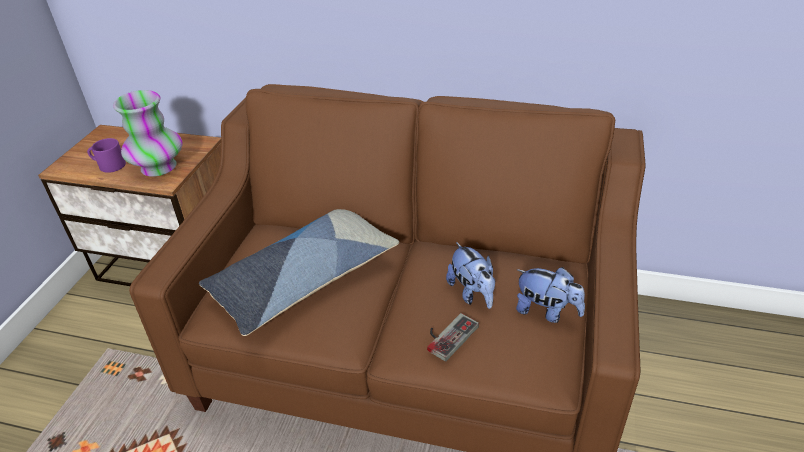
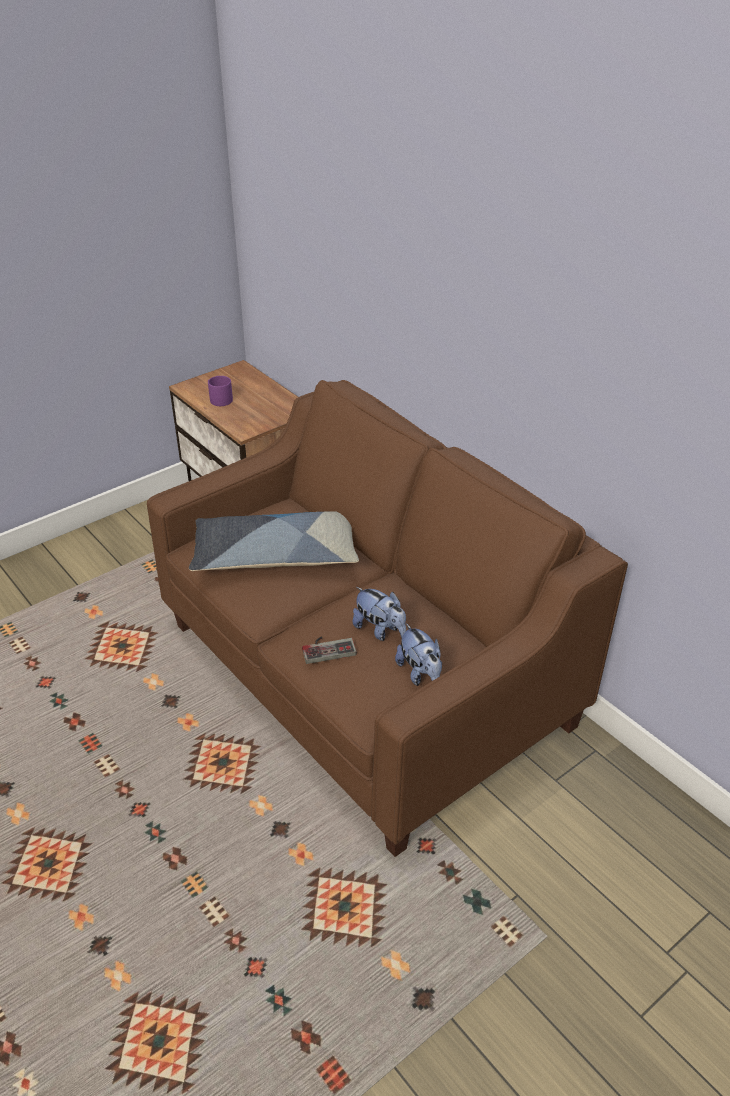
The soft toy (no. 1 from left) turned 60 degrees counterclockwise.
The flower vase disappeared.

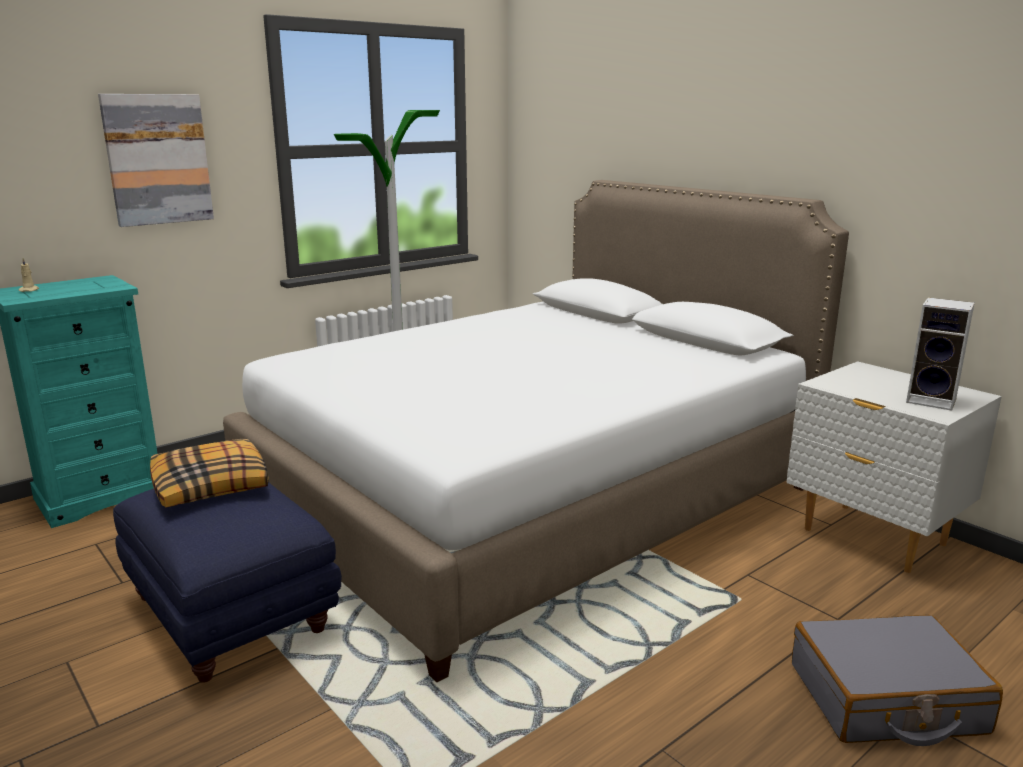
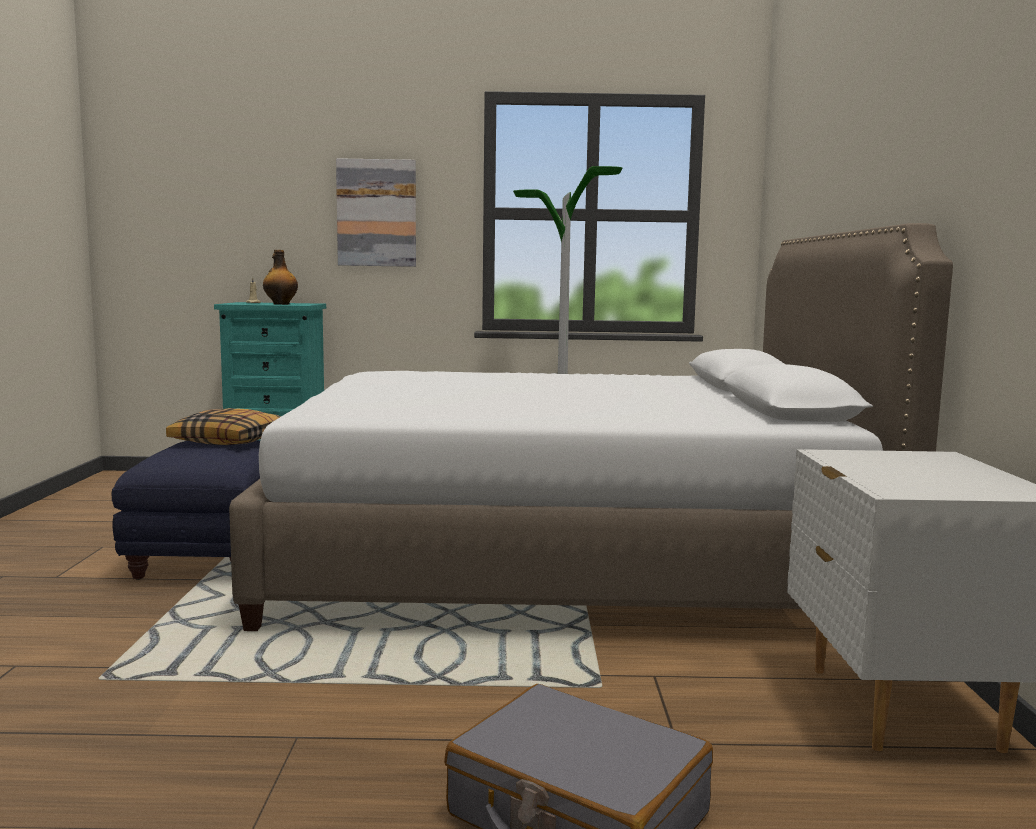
The beverage bottle appeared.
The speaker disappeared.

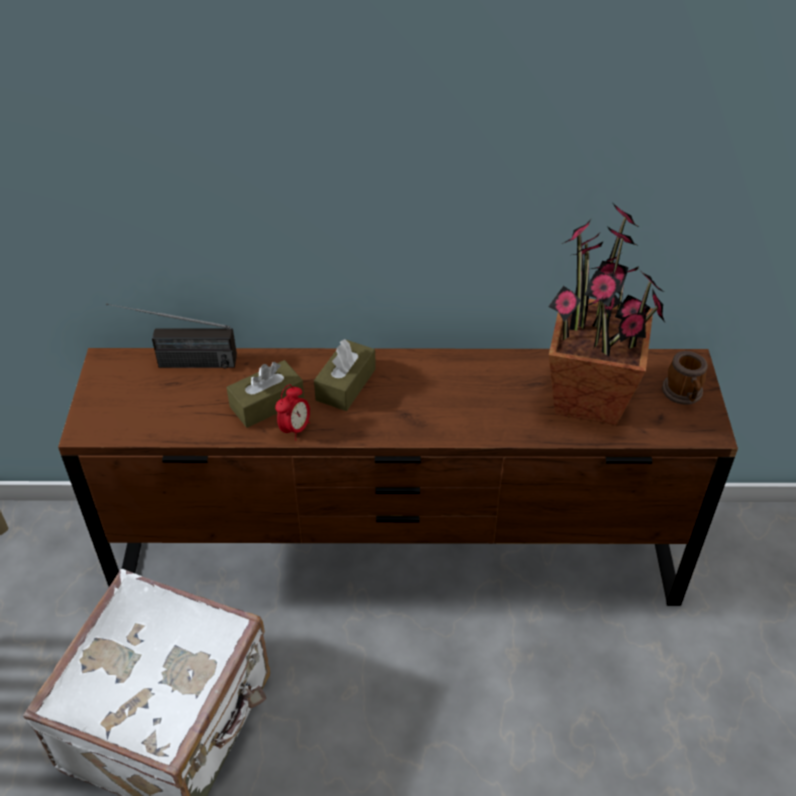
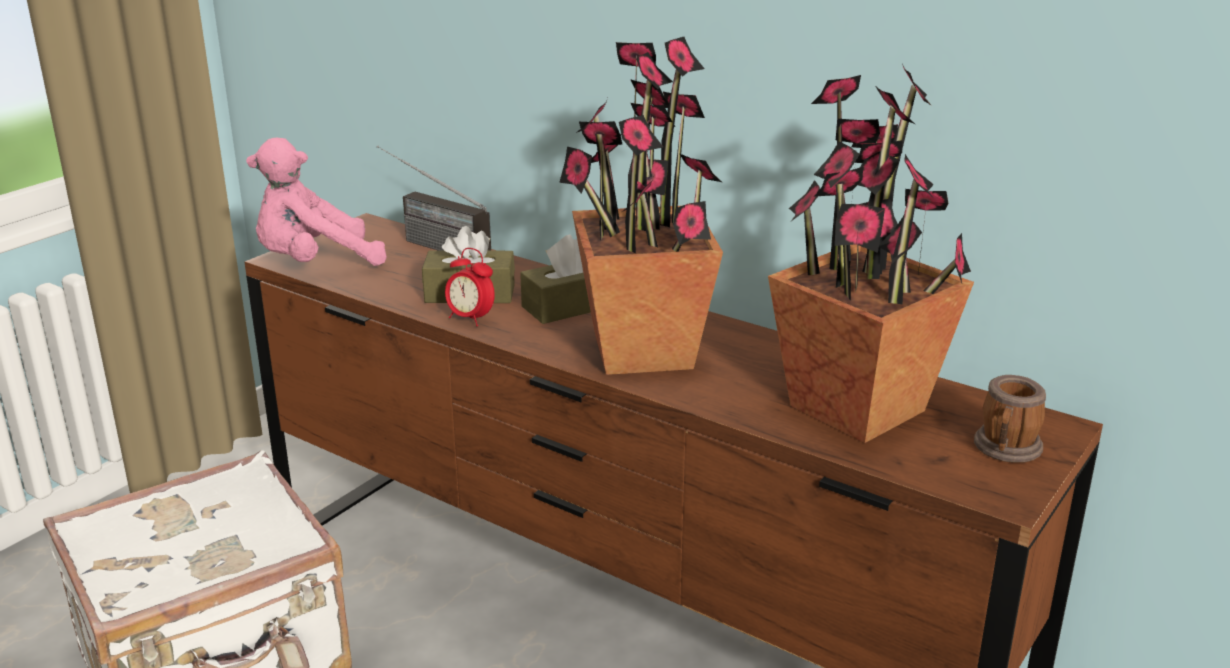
The pinkish soft toy appeared.
The alarm clock turned 60 degrees clockwise.
The potted plant (no. 1 from left) appeared.

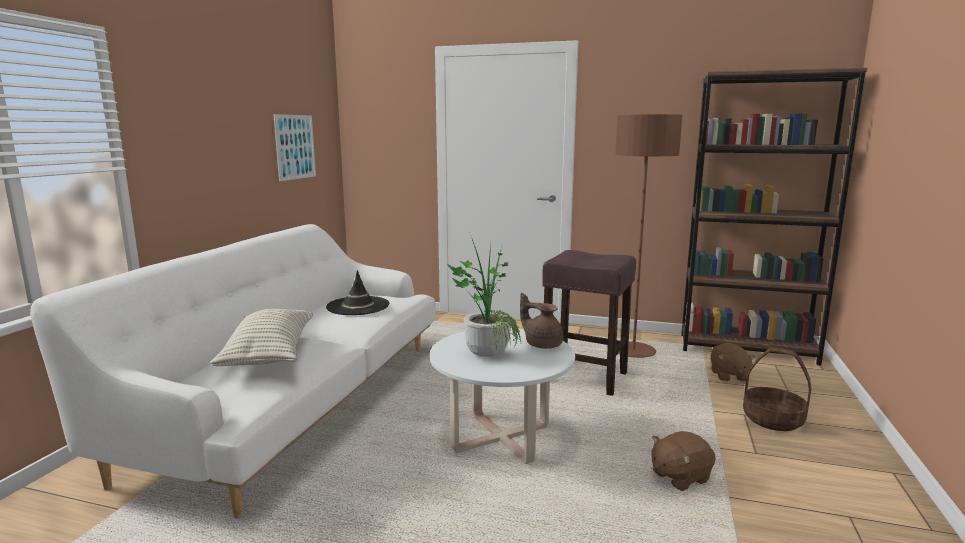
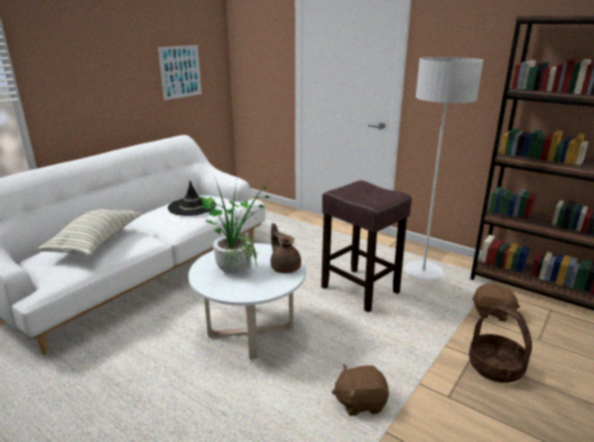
The brown standing lamp became the greyish standing lamp.
The brown soft toy (no. 2 from left) turned 90 degrees counterclockwise.

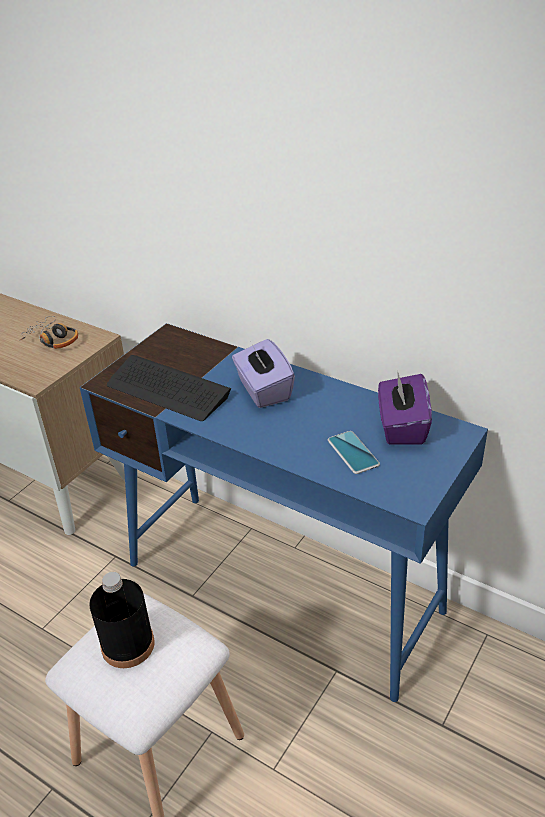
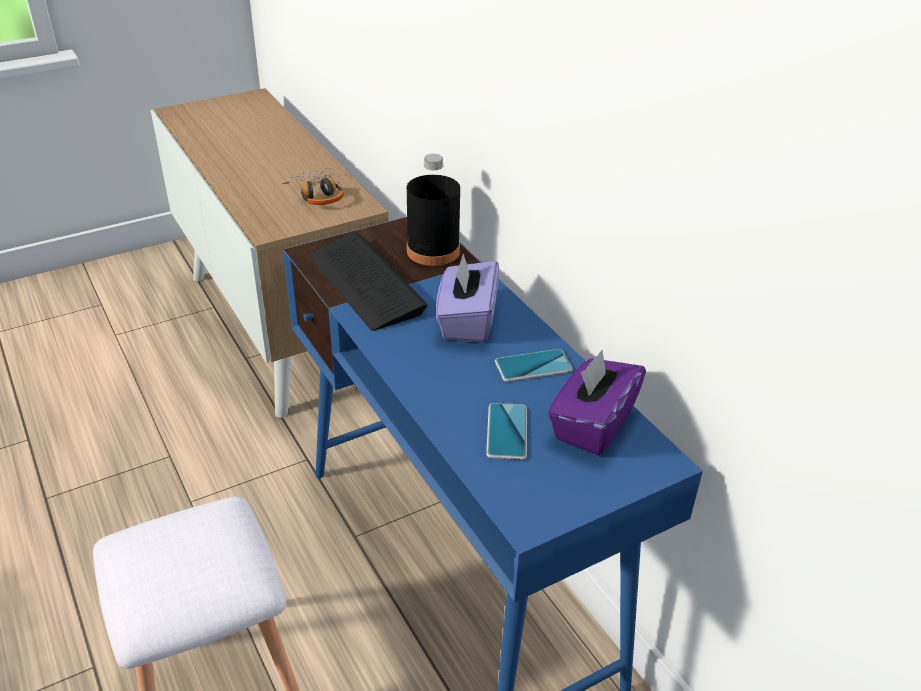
The black-coloured beverage bottle moved.
The telephone (no. 2 from left) appeared.

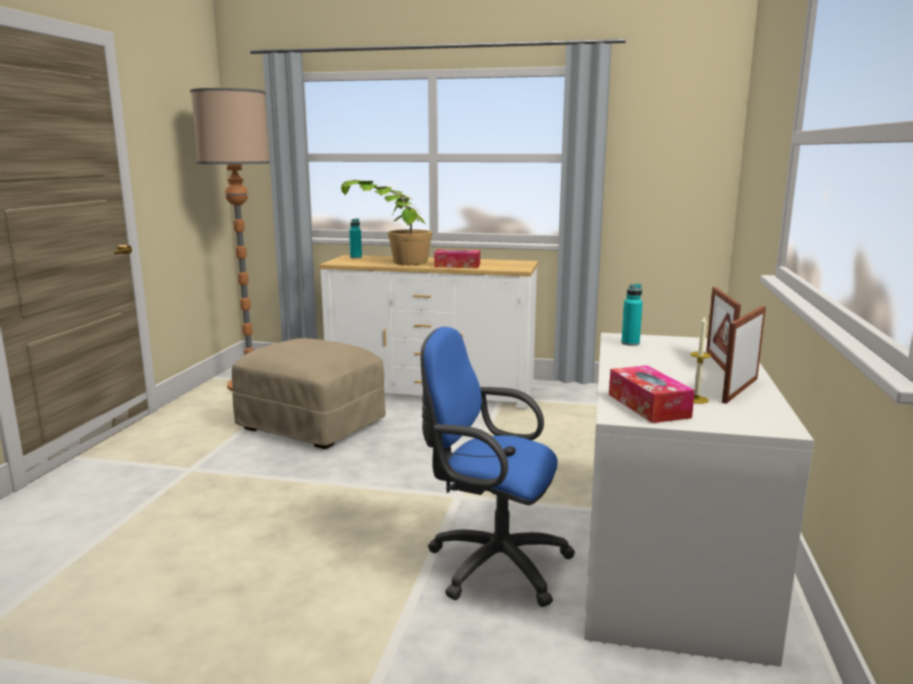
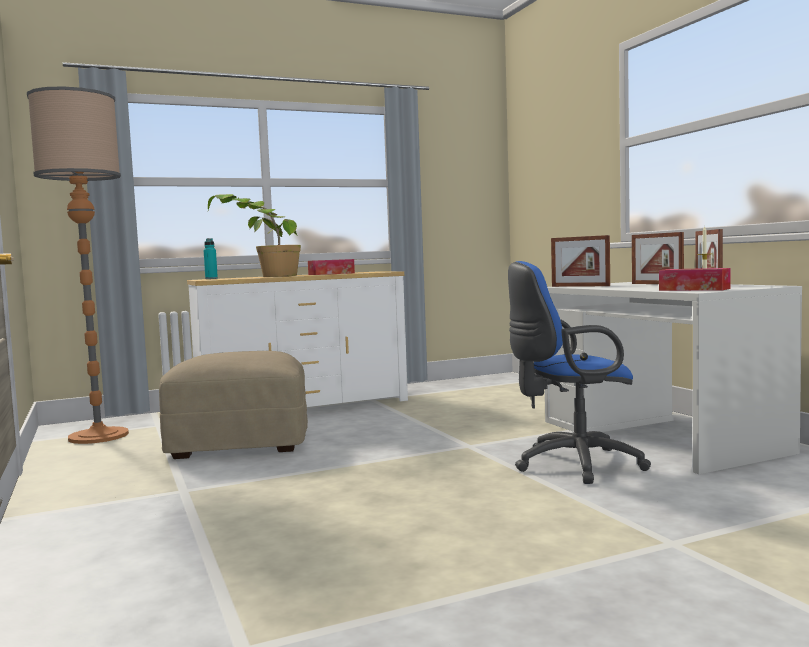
The turquoise-coloured beverage bottle (no. 2 from left) was replaced by the standing frame (no. 1 from left).

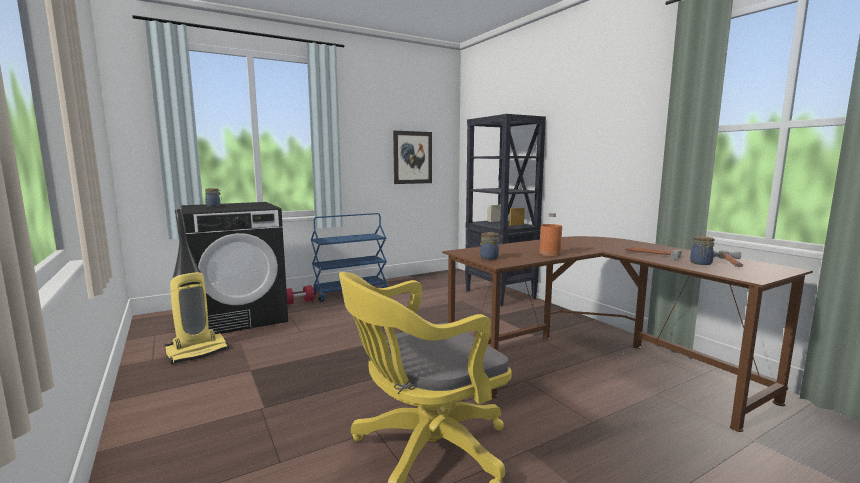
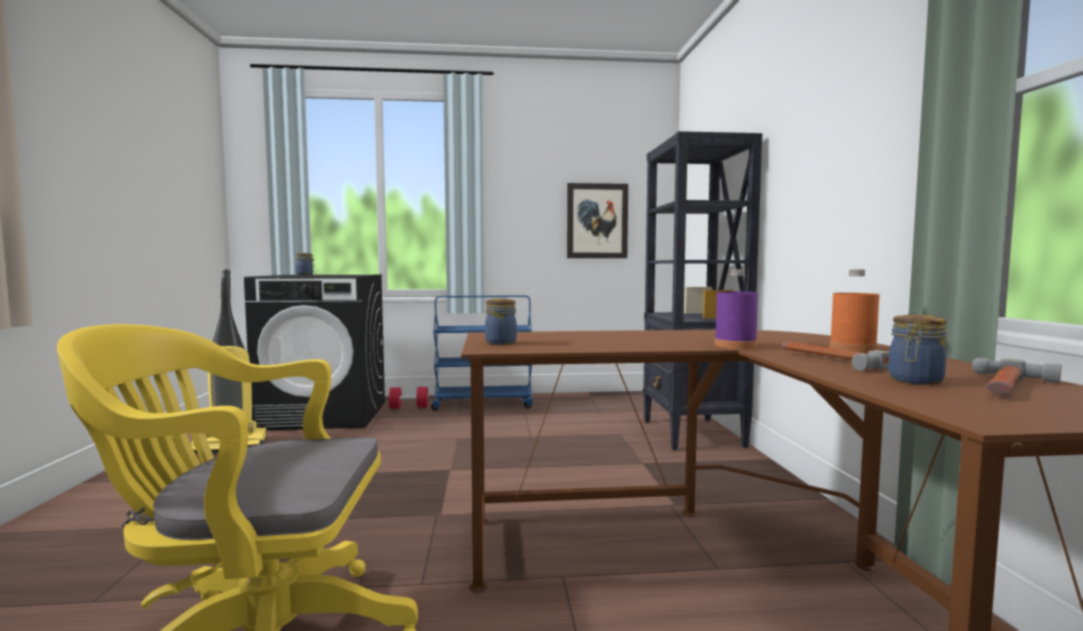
The purplish beverage bottle appeared.
The orangey beverage bottle moved.

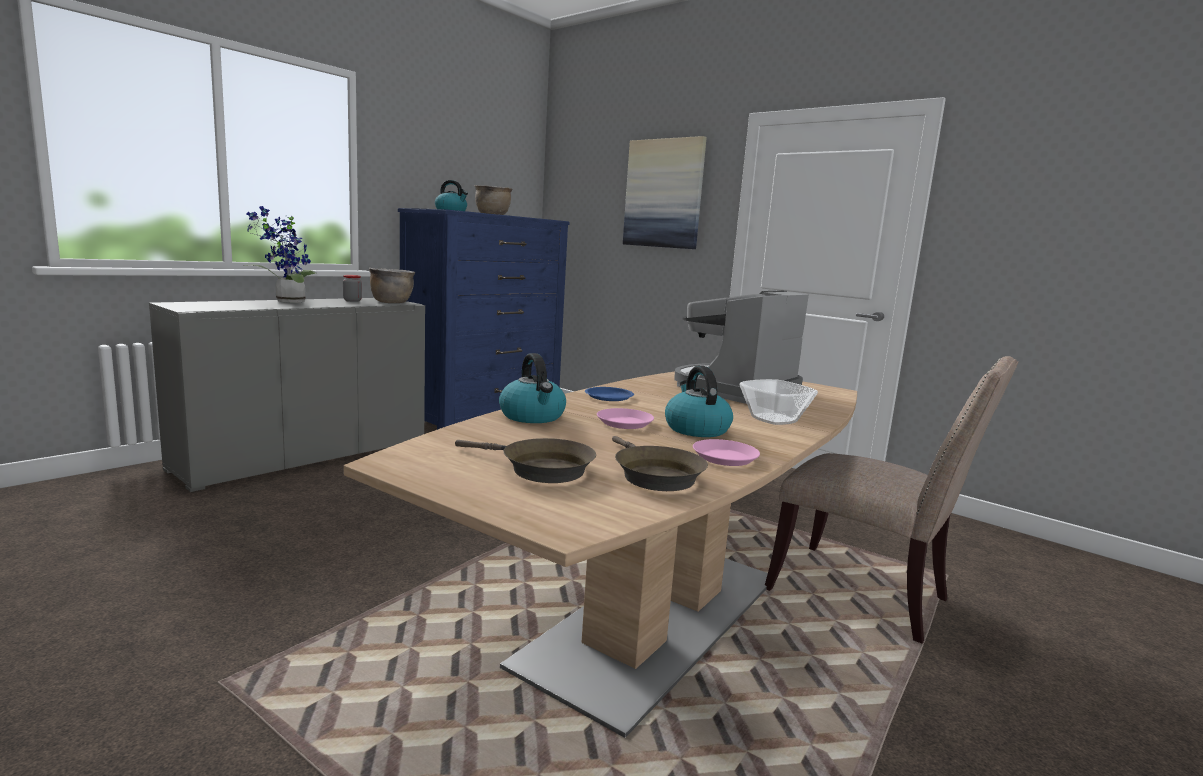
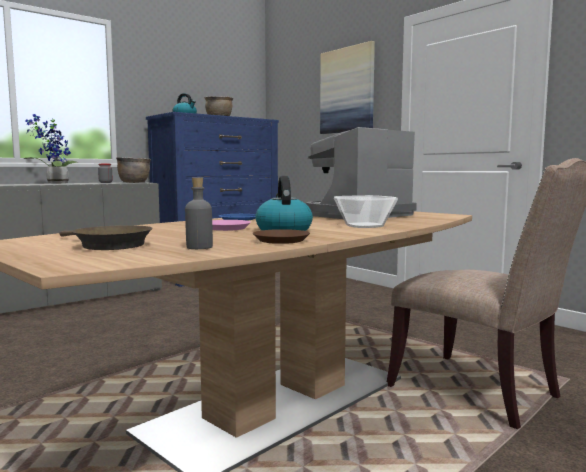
The brown pan (no. 2 from left) was replaced by the greyish beverage bottle.
The pinkish flat dish (no. 2 from left) became the brown flat dish.
The tea kettle (no. 2 from left) disappeared.

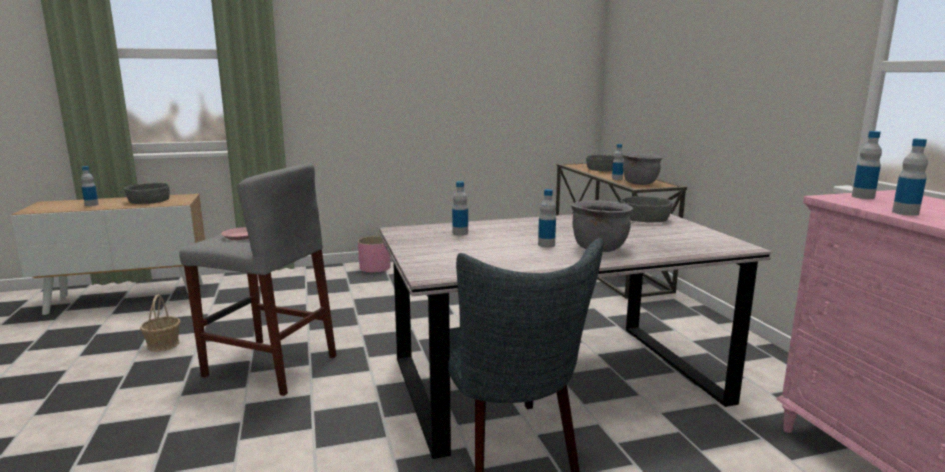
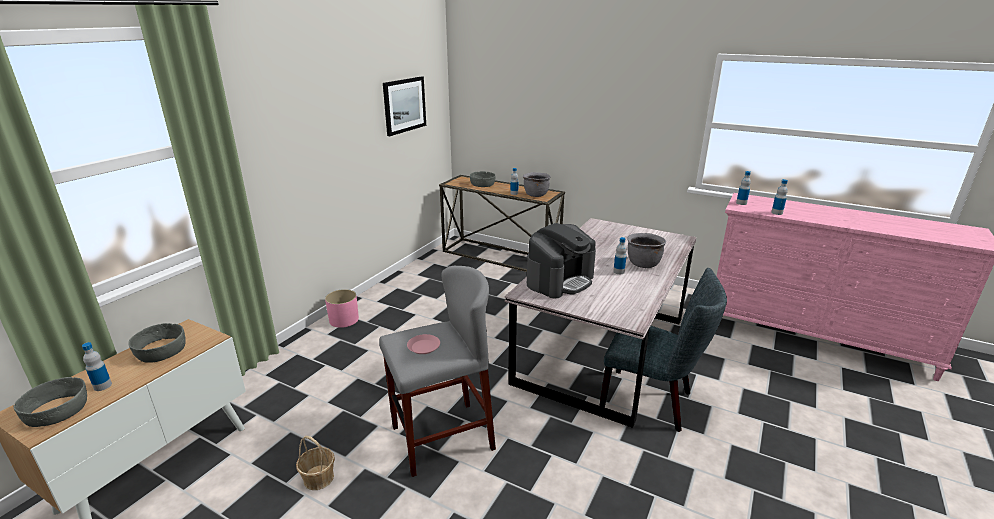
The greyish bowl (no. 3 from left in the first image) moved.
The wall picture appeared.
The beverage bottle (no. 2 from left) was replaced by the coffee machine.

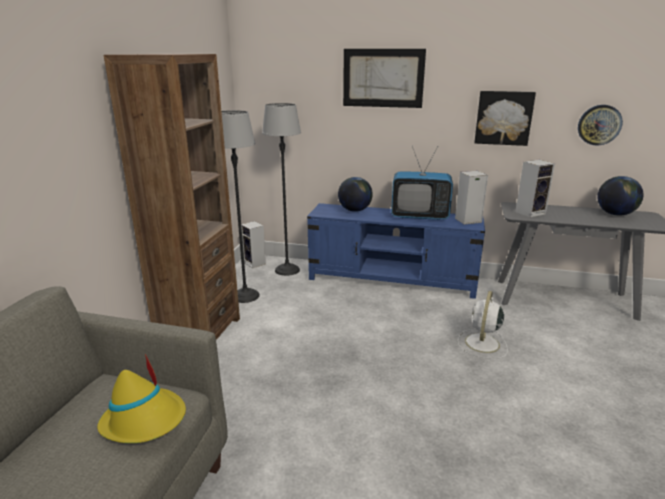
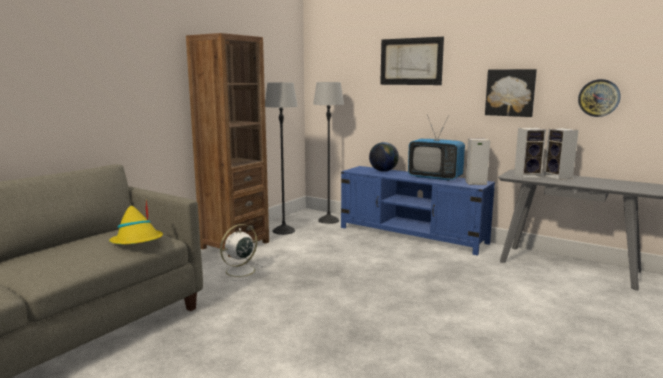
The white cooling fan moved.
The speaker (no. 1 from left in the first image) moved.
The world globe (no. 2 from left) disappeared.

